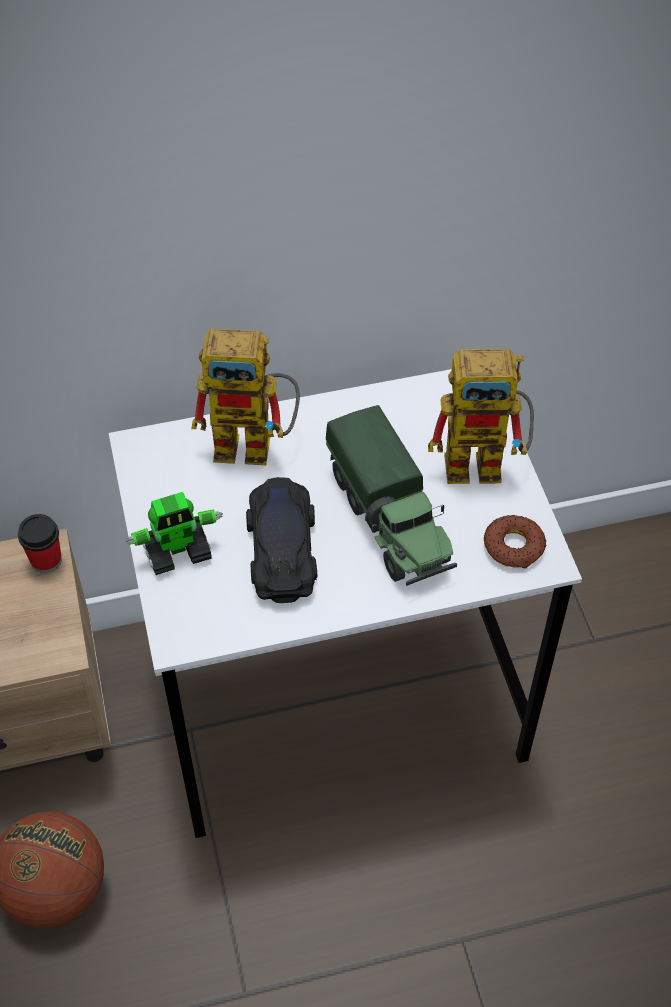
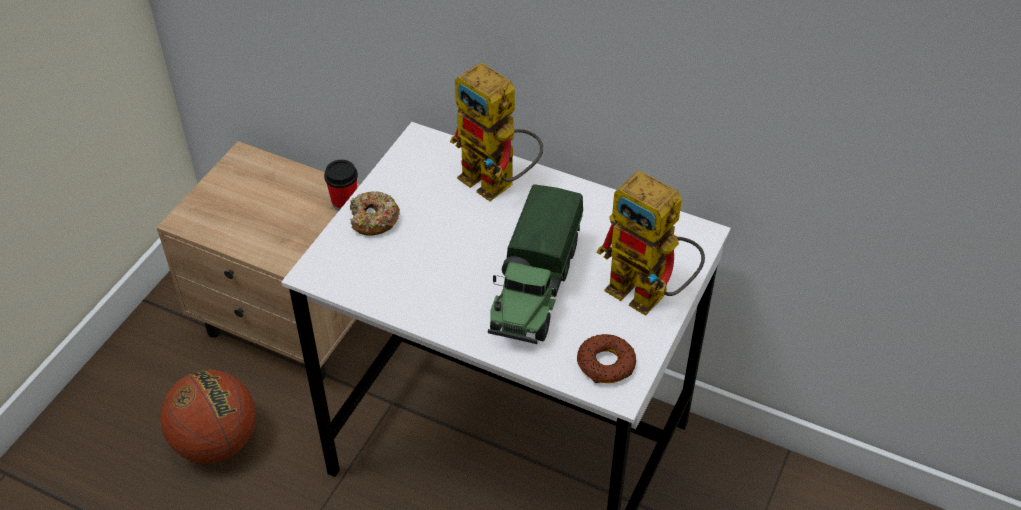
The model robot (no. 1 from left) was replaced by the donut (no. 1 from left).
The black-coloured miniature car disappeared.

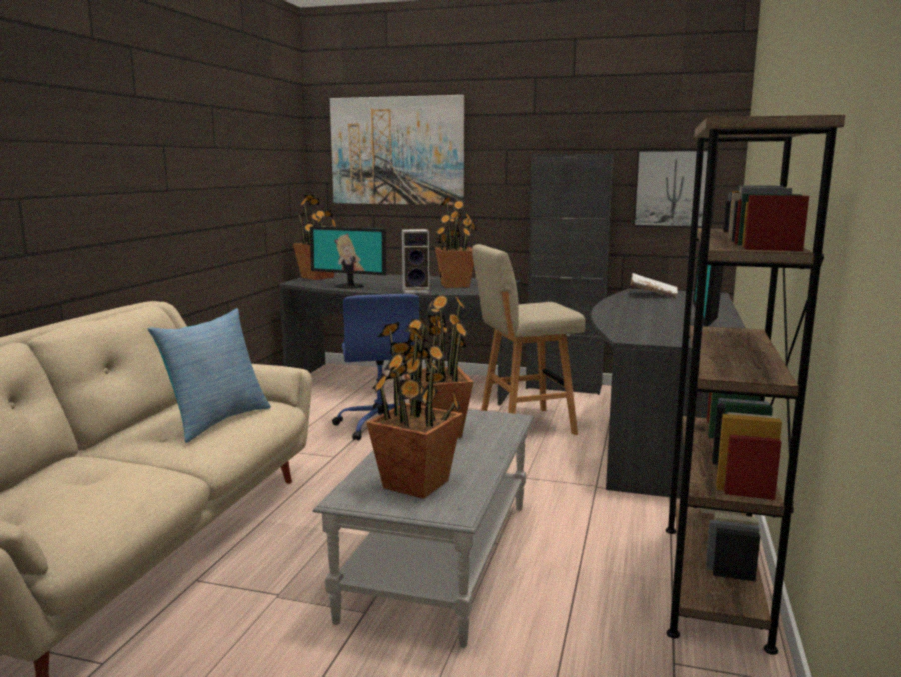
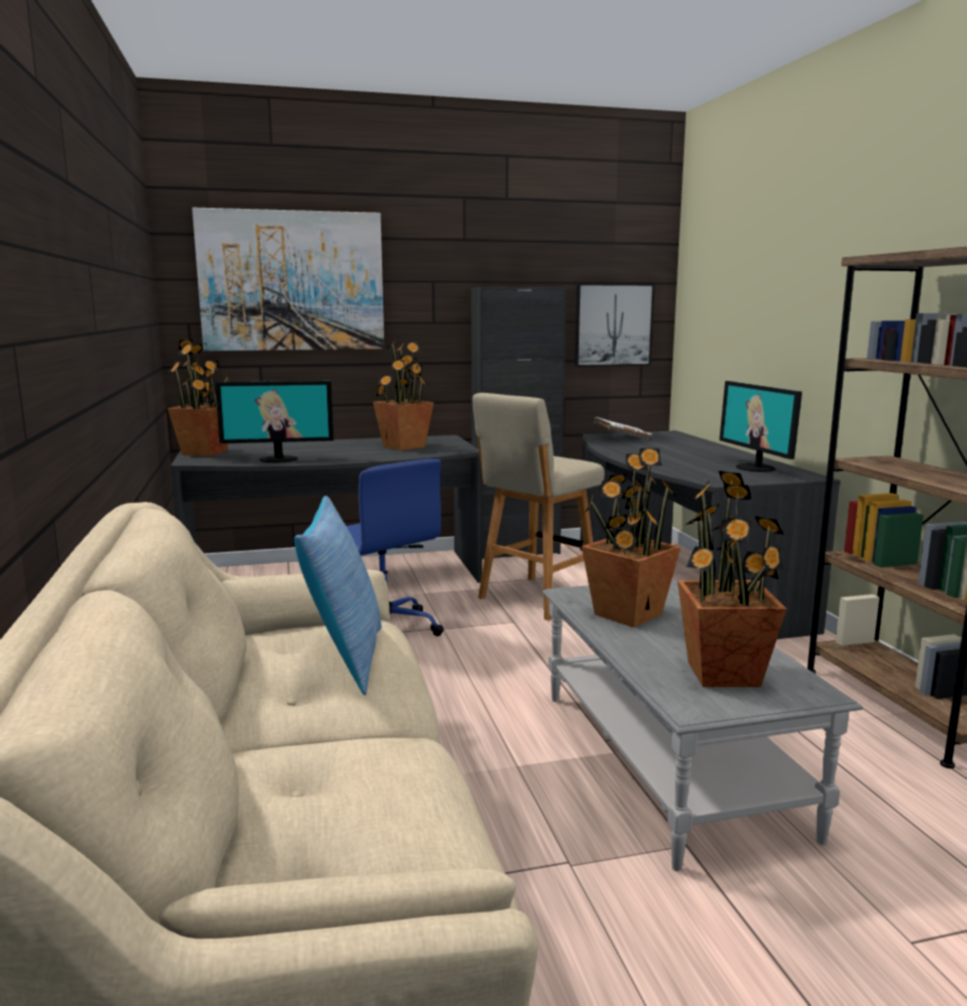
The speaker disappeared.

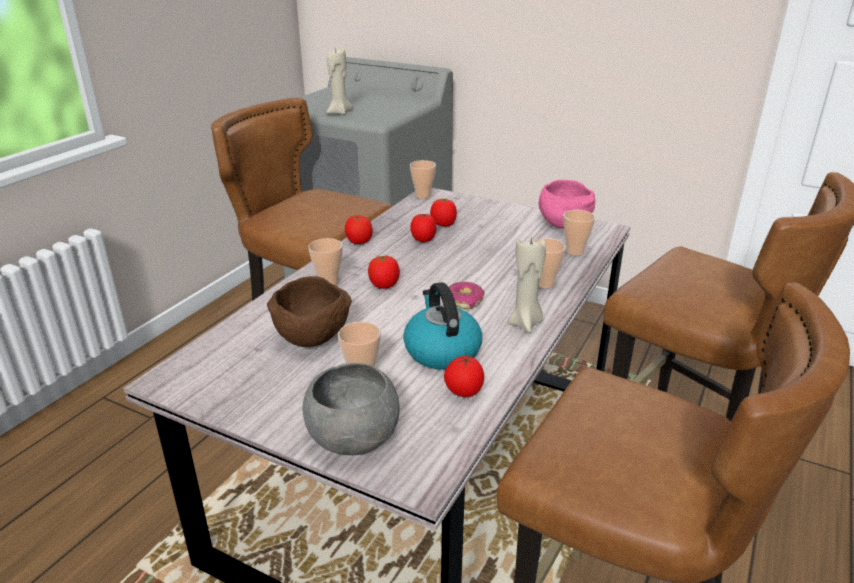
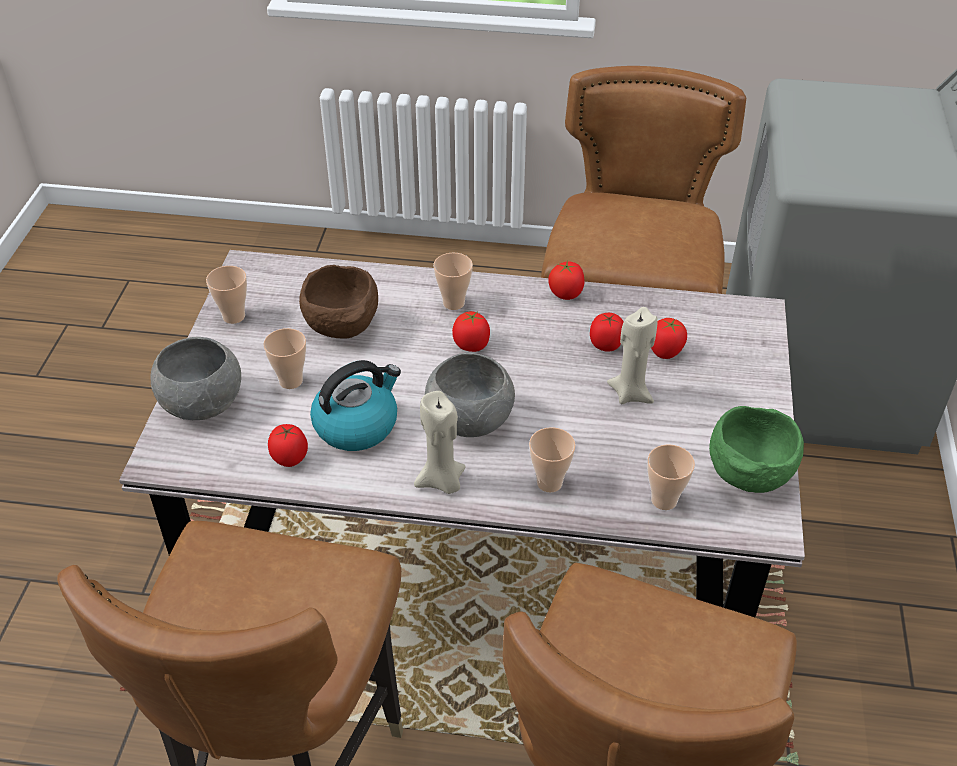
The drinking cup (no. 3 from left in the first image) moved.
The donut was replaced by the greyish bowl (no. 2 from left).
The sand-coloured wax light (no. 1 from left in the first image) moved.
The pinkish bowl became the green-coloured bowl.

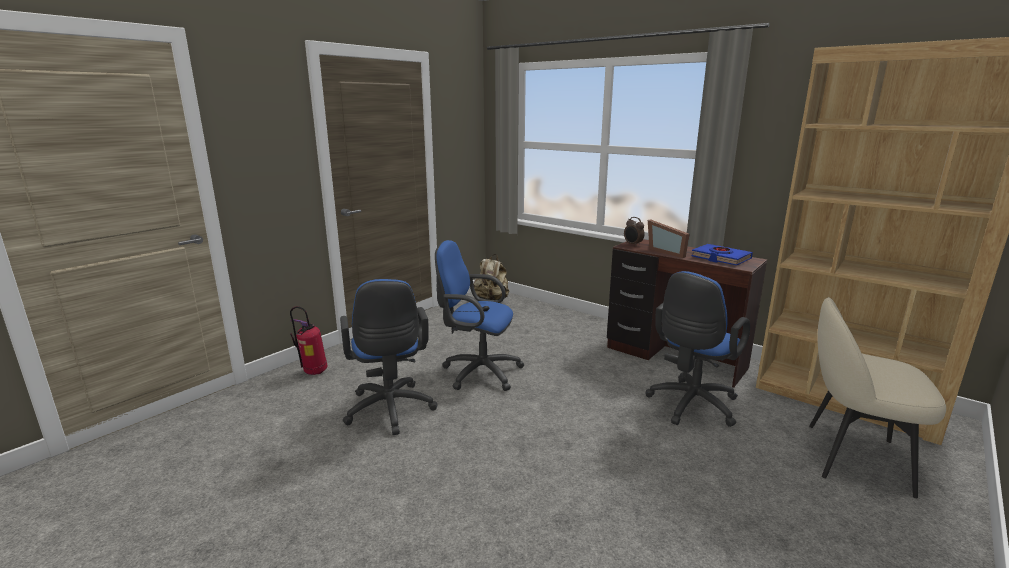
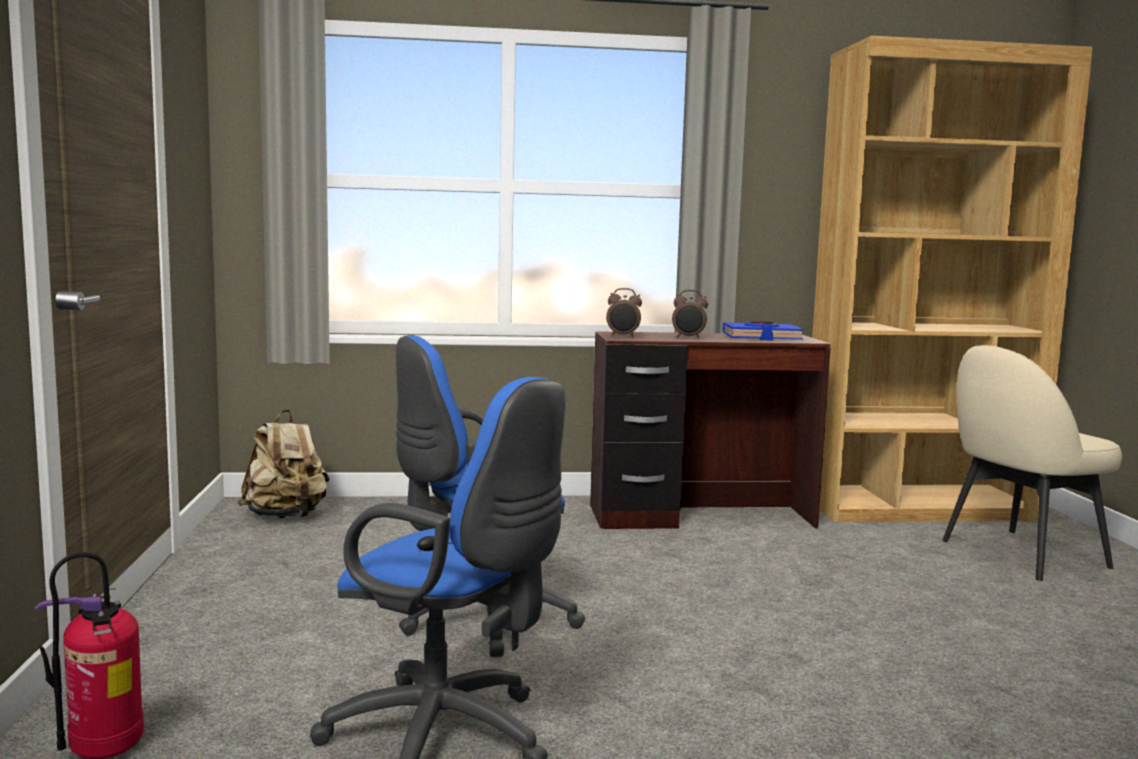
The standing frame was replaced by the alarm clock (no. 2 from left).
The blue office chair (no. 3 from left) disappeared.

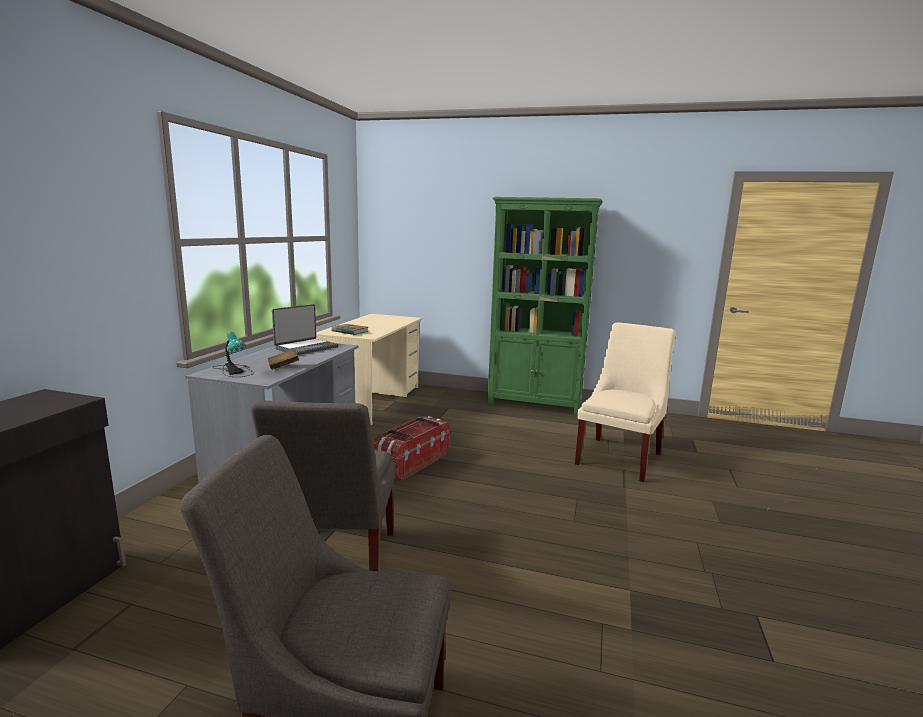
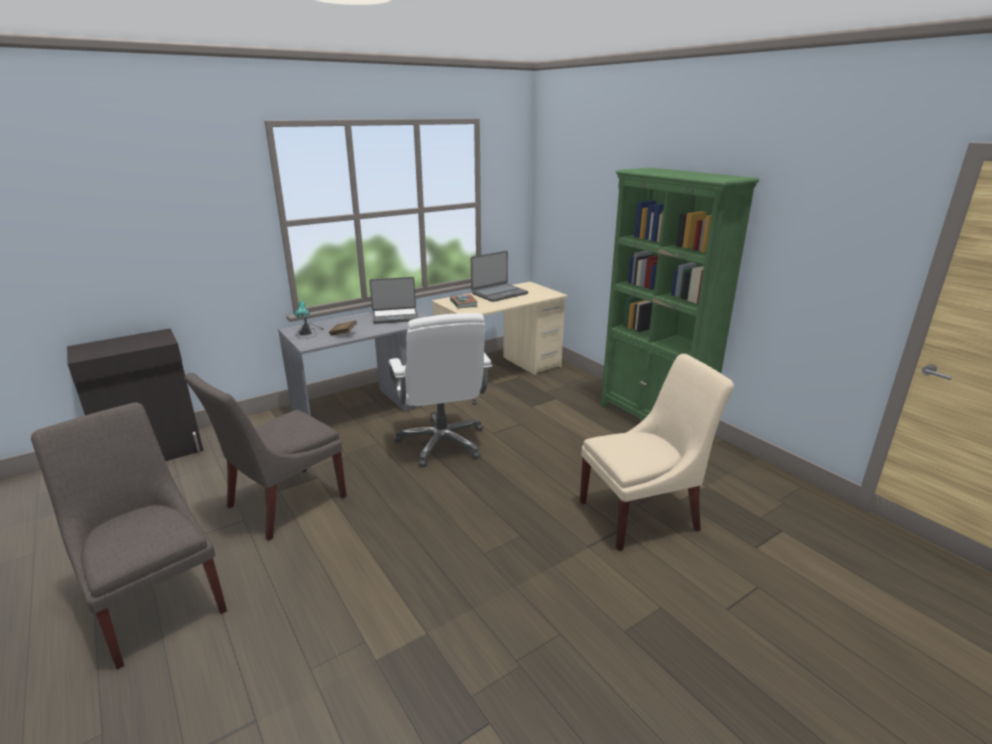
The storage container was replaced by the white office chair.
The notebook computer (no. 2 from left) appeared.

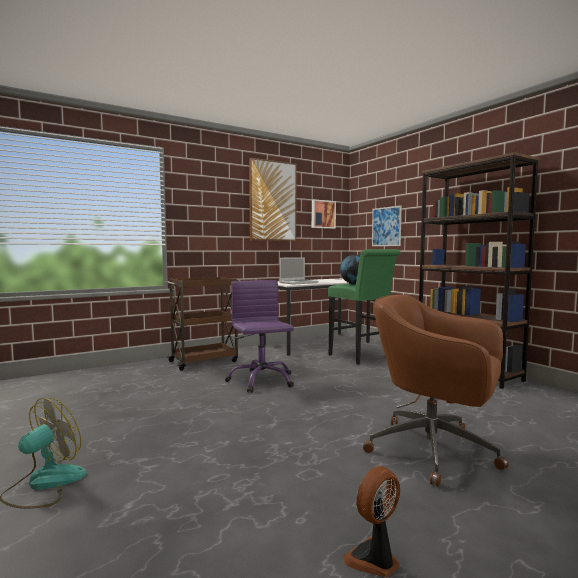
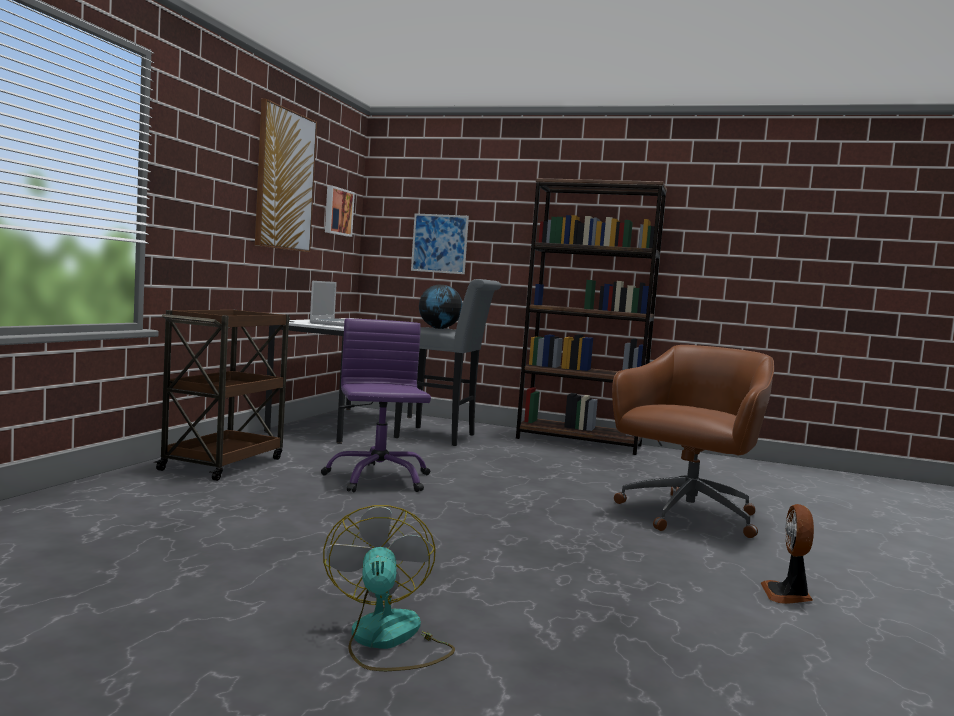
The purplish office chair turned 45 degrees clockwise.
The green-coloured stool seat became the greyish stool seat.
The brown office chair turned 135 degrees clockwise.

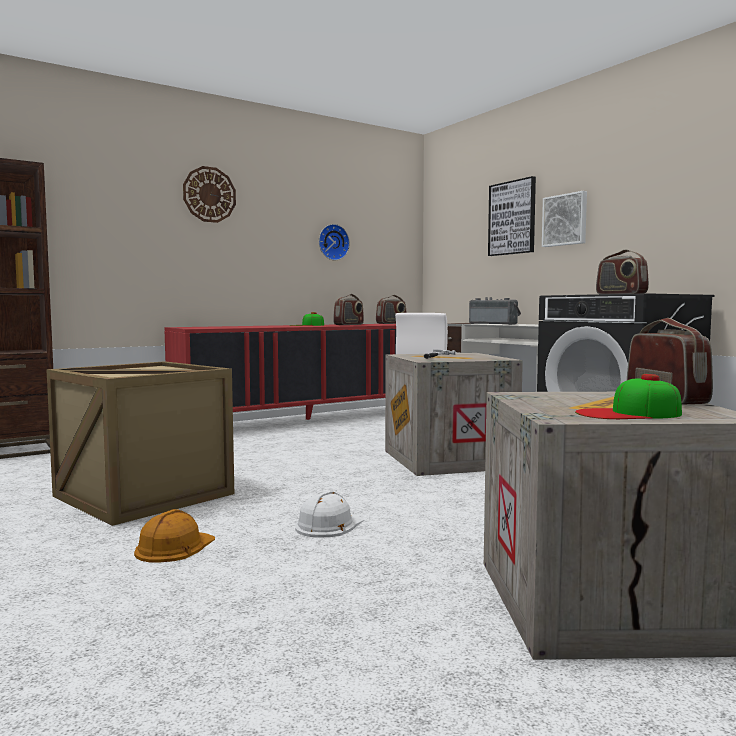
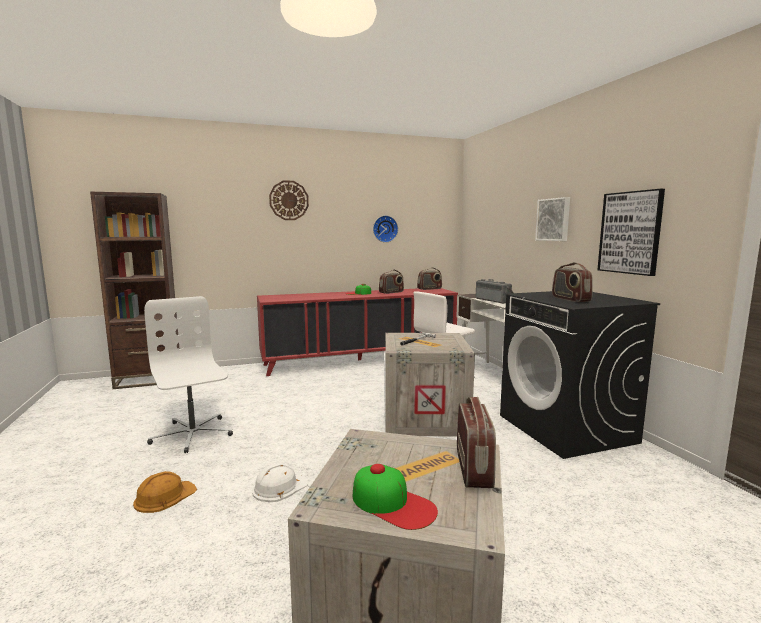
The crate (no. 1 from left) was replaced by the white office chair (no. 1 from left).
The peaked cap (no. 2 from left) turned 150 degrees counterclockwise.
The wall picture (no. 1 from left in the first image) moved.

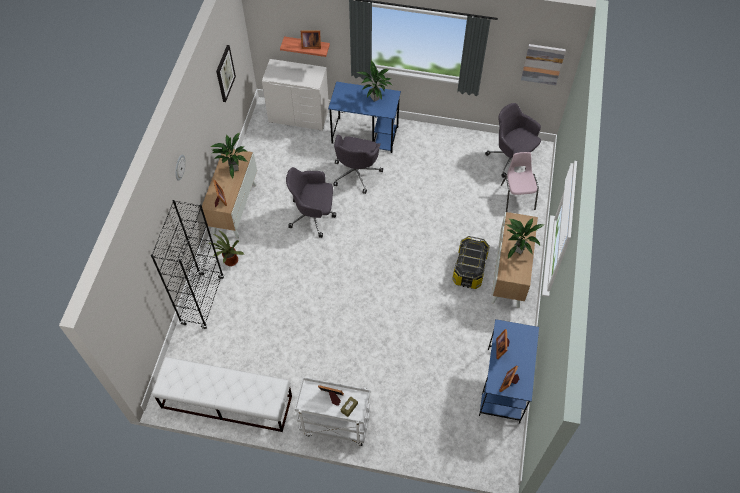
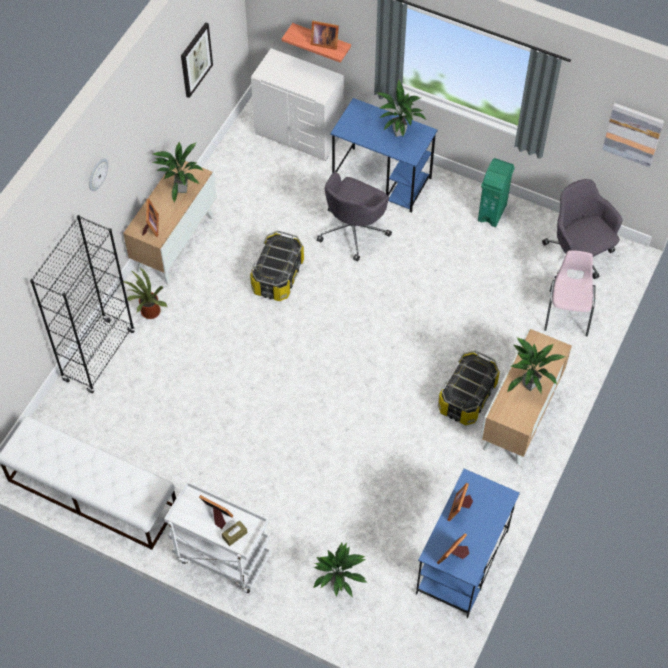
The greyish office chair (no. 1 from left) was replaced by the storage container (no. 1 from left).
The potted plant (no. 3 from left) appeared.
The green-coloured rubbish bin appeared.

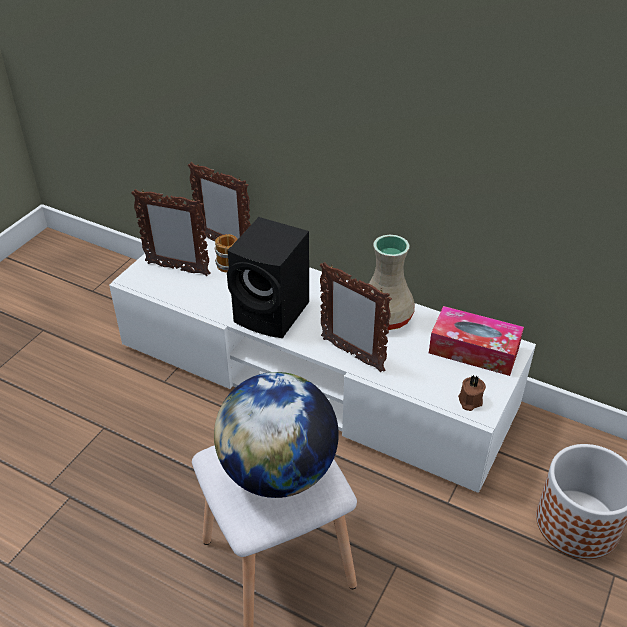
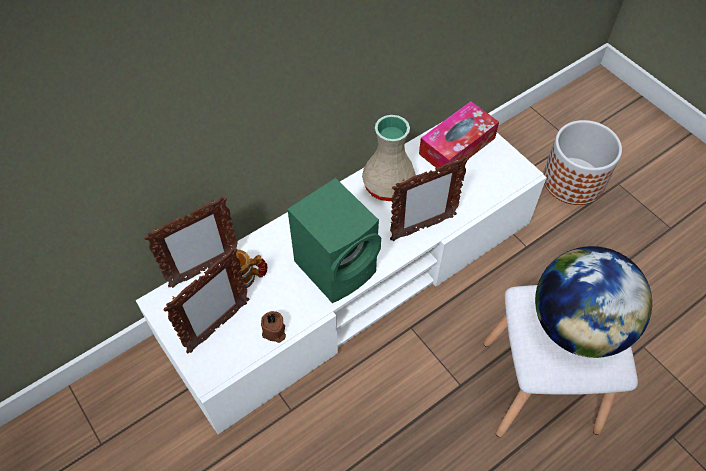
The brown wax light moved.
The black-coloured speaker became the green-coloured speaker.

